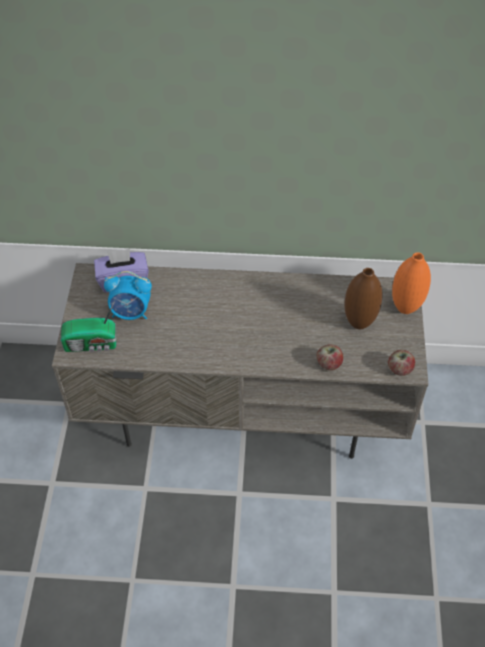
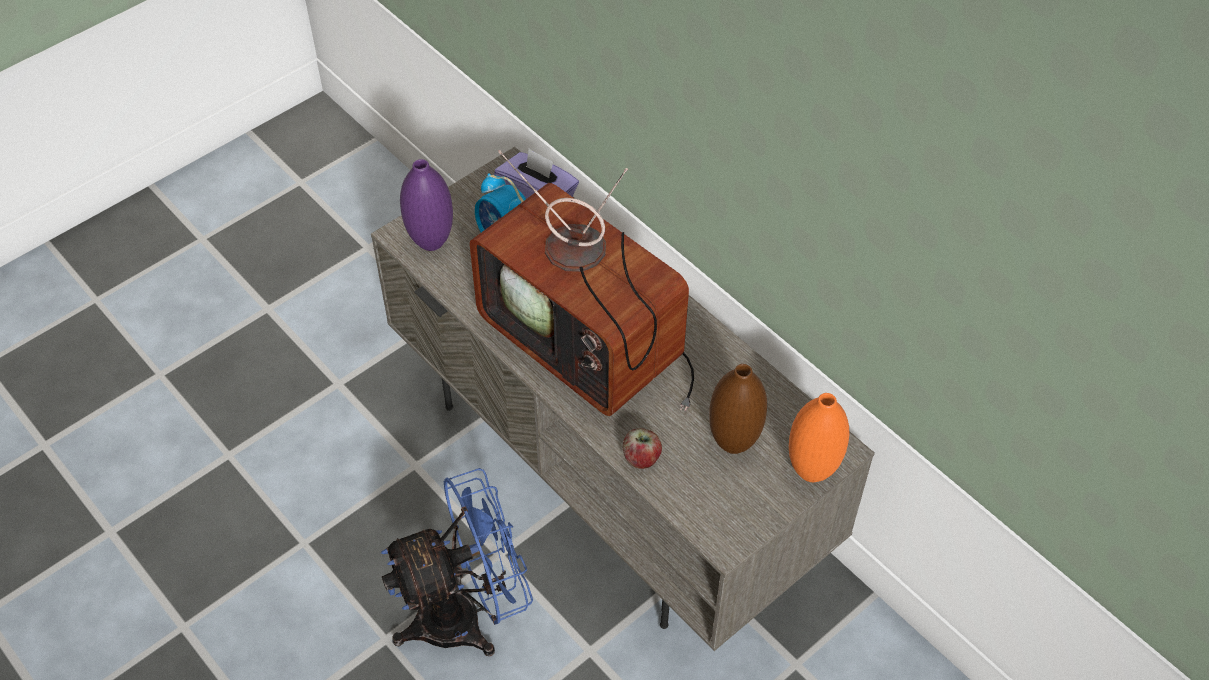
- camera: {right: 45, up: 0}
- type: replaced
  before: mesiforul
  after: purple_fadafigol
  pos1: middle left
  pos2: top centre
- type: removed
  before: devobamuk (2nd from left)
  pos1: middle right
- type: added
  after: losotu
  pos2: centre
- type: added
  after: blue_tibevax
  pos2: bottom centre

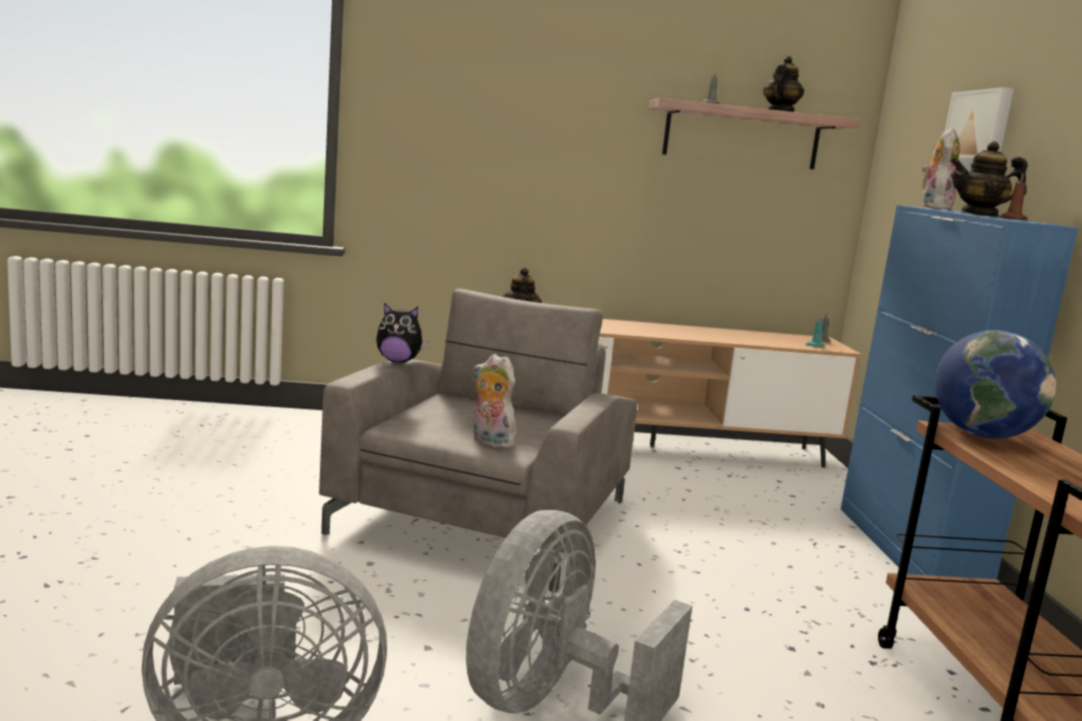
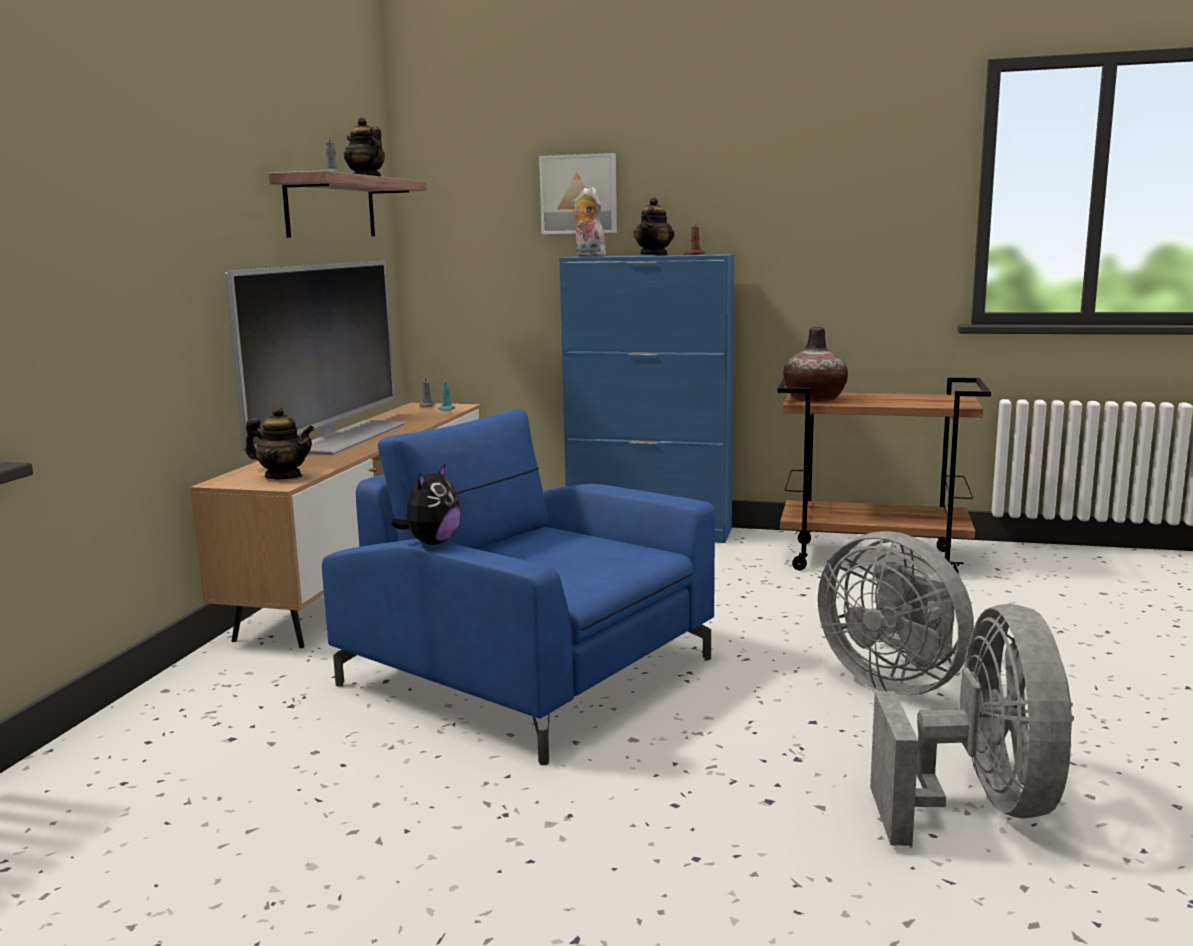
- camera: {right: -70, up: 0}
- type: recoloured
  before: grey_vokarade
  after: blue_vokarade
  pos1: centre
  pos2: centre
- type: replaced
  before: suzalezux
  after: fadafigol
  pos1: middle right
  pos2: middle right
- type: removed
  before: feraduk (2nd from left)
  pos1: centre
- type: added
  after: losotu
  pos2: middle left

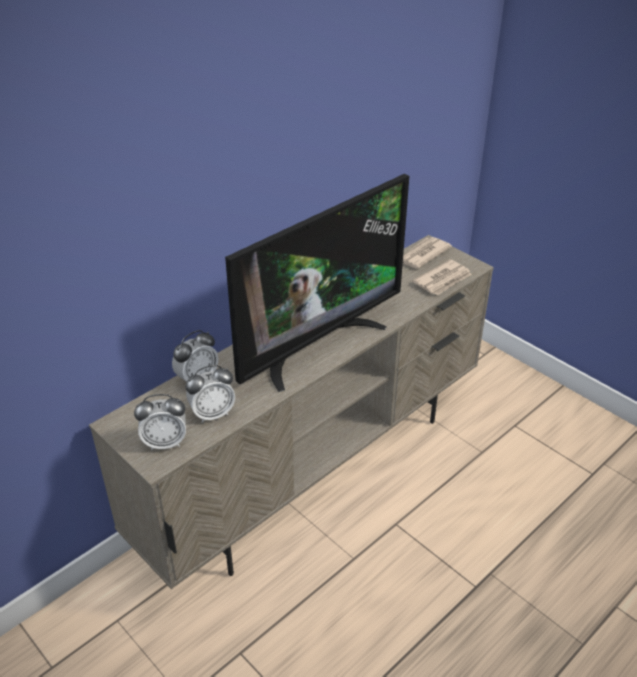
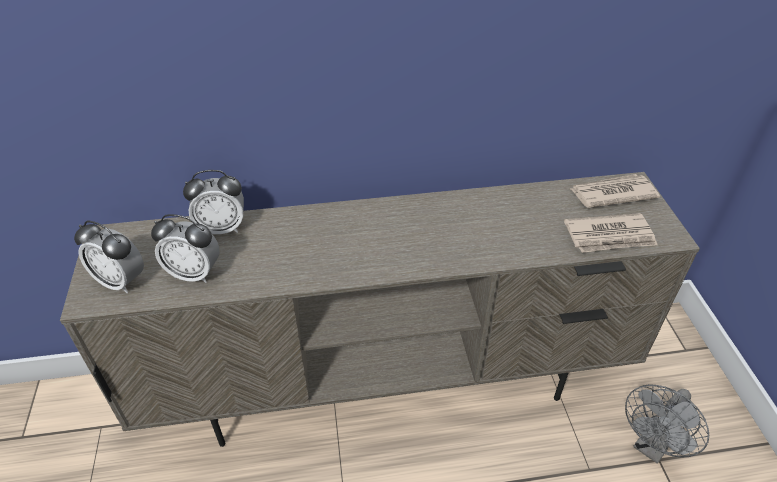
- camera: {right: 35, up: 5}
- type: removed
  before: losotu
  pos1: centre
- type: added
  after: grey_tibevax
  pos2: bottom right

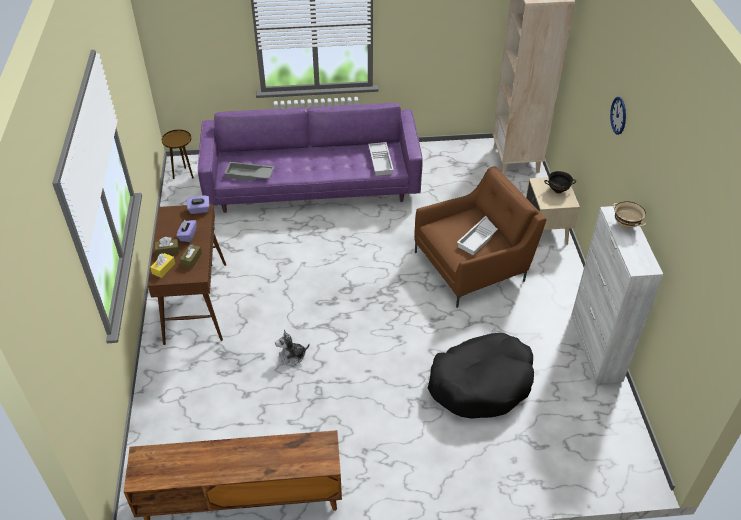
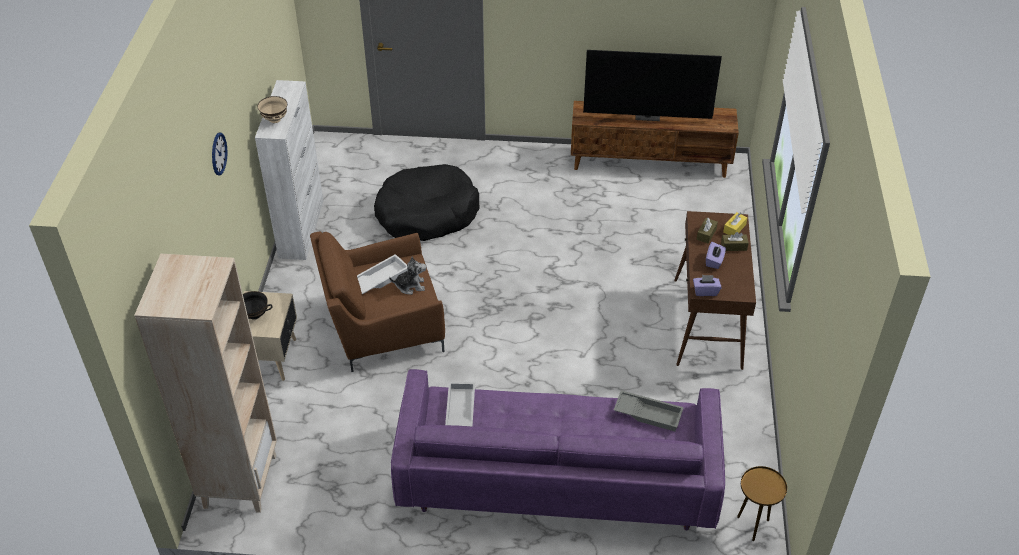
- camera: {right: -170, up: 0}
- type: moved
  before: feraduk
  pos1: bottom centre
  pos2: centre
- type: added
  after: losotu
  pos2: top centre

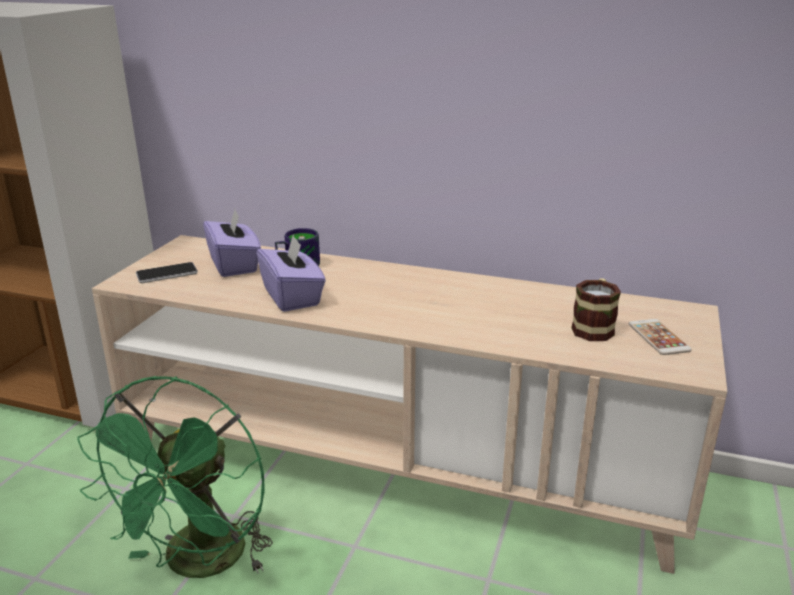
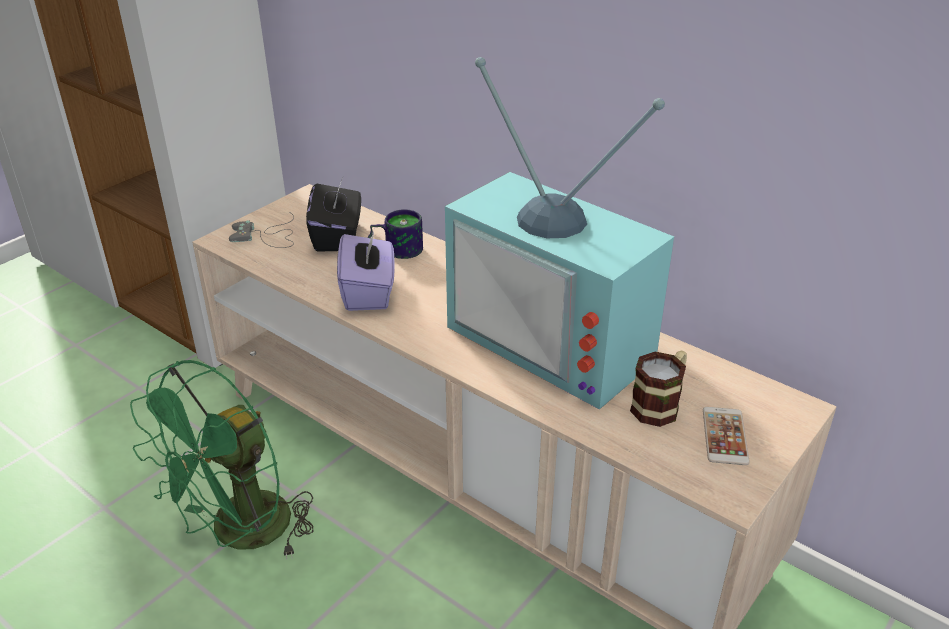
- camera: {right: 20, up: 10}
- type: recoloured
  before: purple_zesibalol (1st from left)
  after: black_zesibalol
  pos1: middle left
  pos2: centre
- type: replaced
  before: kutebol (1st from left)
  after: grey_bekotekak
  pos1: middle left
  pos2: middle left
- type: added
  after: losotu
  pos2: centre

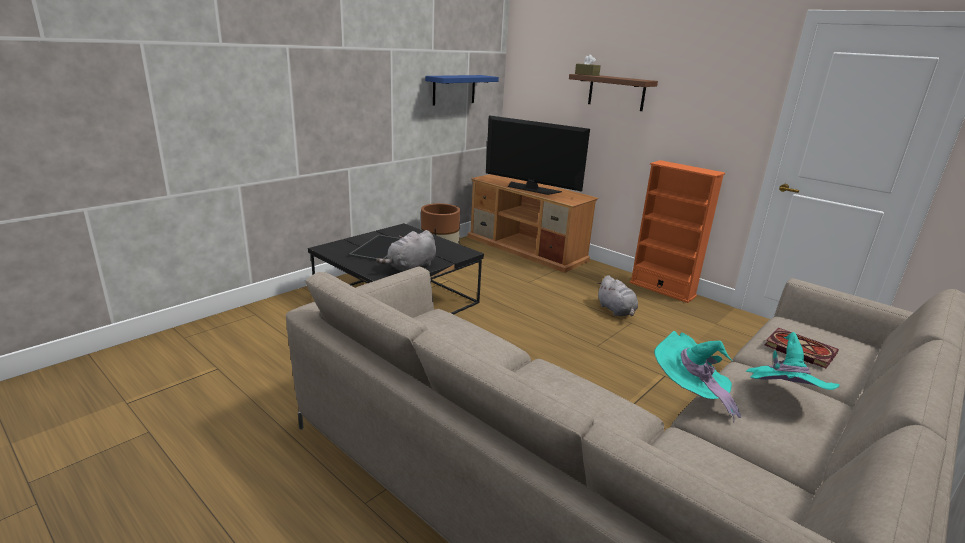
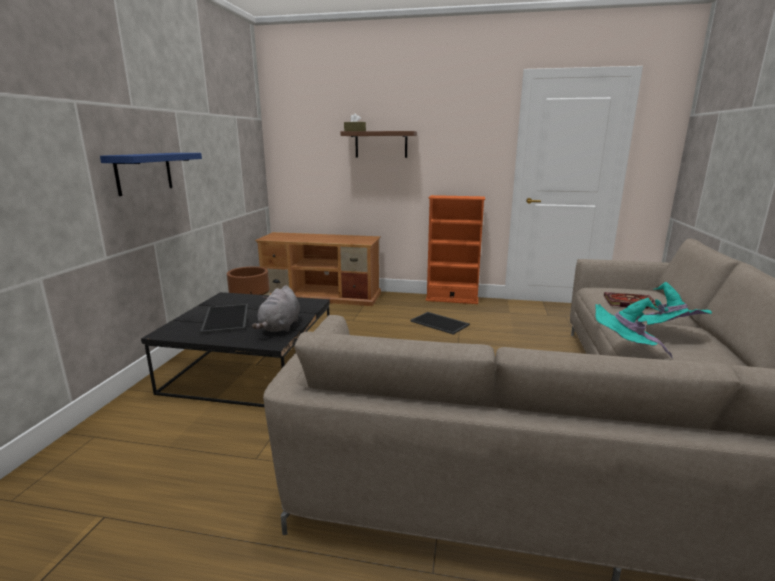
- camera: {right: -30, up: -5}
- type: moved
  before: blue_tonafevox
  pos1: top centre
  pos2: top left
- type: removed
  before: losotu
  pos1: top centre
- type: replaced
  before: grey_feraduk (2nd from left)
  after: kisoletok (2nd from left)
  pos1: centre
  pos2: centre

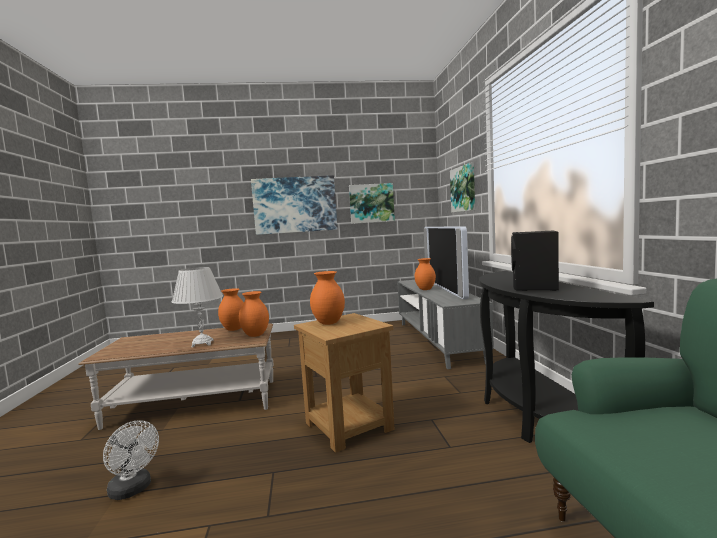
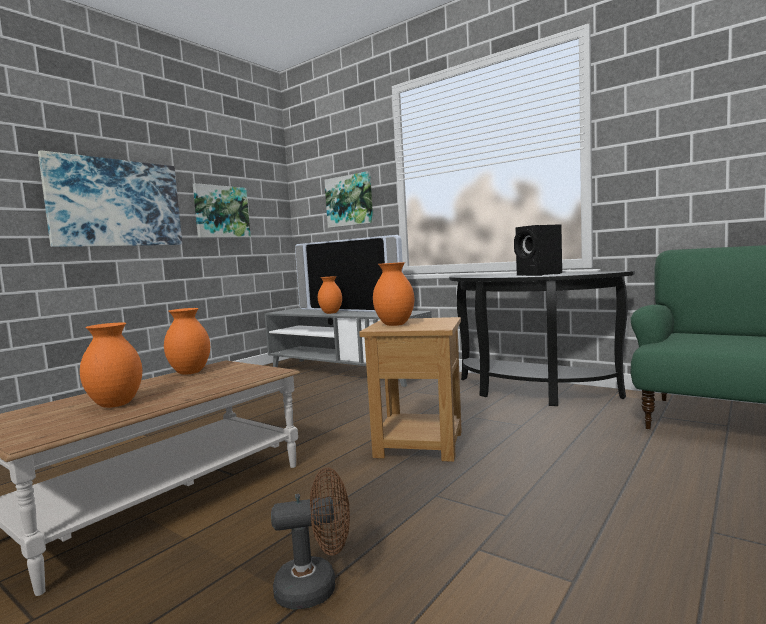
- camera: {right: -45, up: 0}
- type: removed
  before: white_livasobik
  pos1: middle left
- type: moved
  before: orange_fadafigol (2nd from left in the first image)
  after: orange_fadafigol (1st from left)
  pos1: centre
  pos2: middle left
- type: recoloured
  before: white_tibevax
  after: brown_tibevax
  pos1: bottom left
  pos2: bottom centre

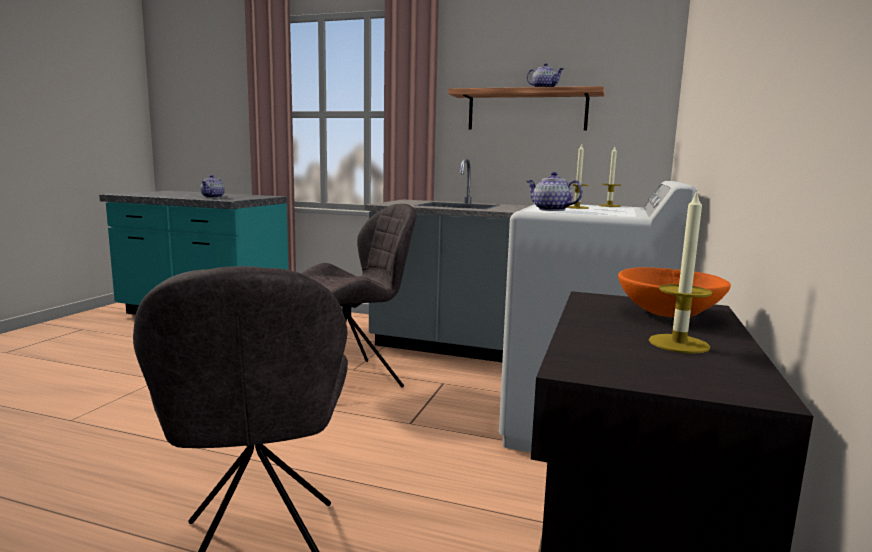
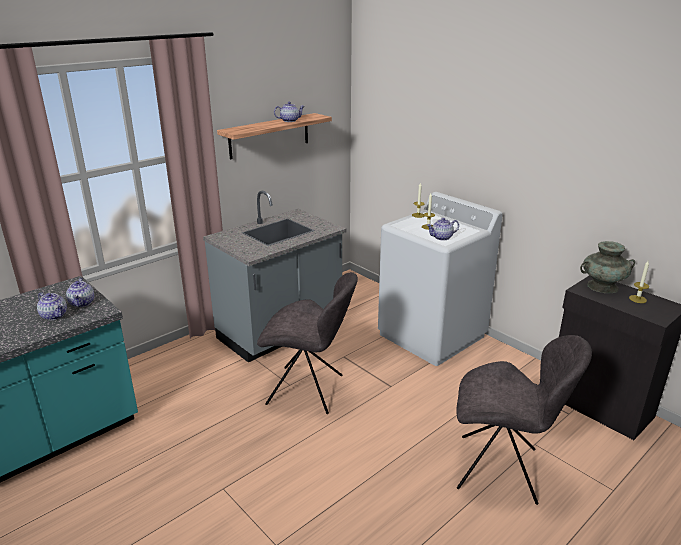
- camera: {right: -60, up: 15}
- type: turned
  before: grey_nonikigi (2nd from left in the first image)
  pos1: centre
  pos2: centre
  turn: 105
- type: replaced
  before: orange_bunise
  after: turquoise_fadafigol
  pos1: middle right
  pos2: middle right
- type: added
  after: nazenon (2nd from left)
  pos2: middle left

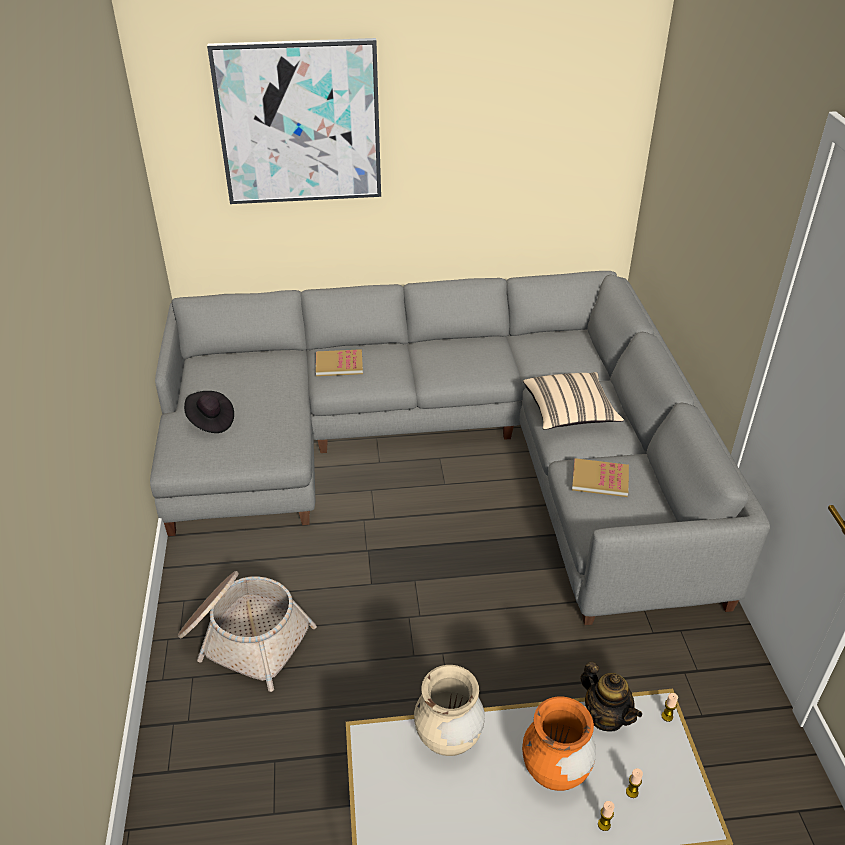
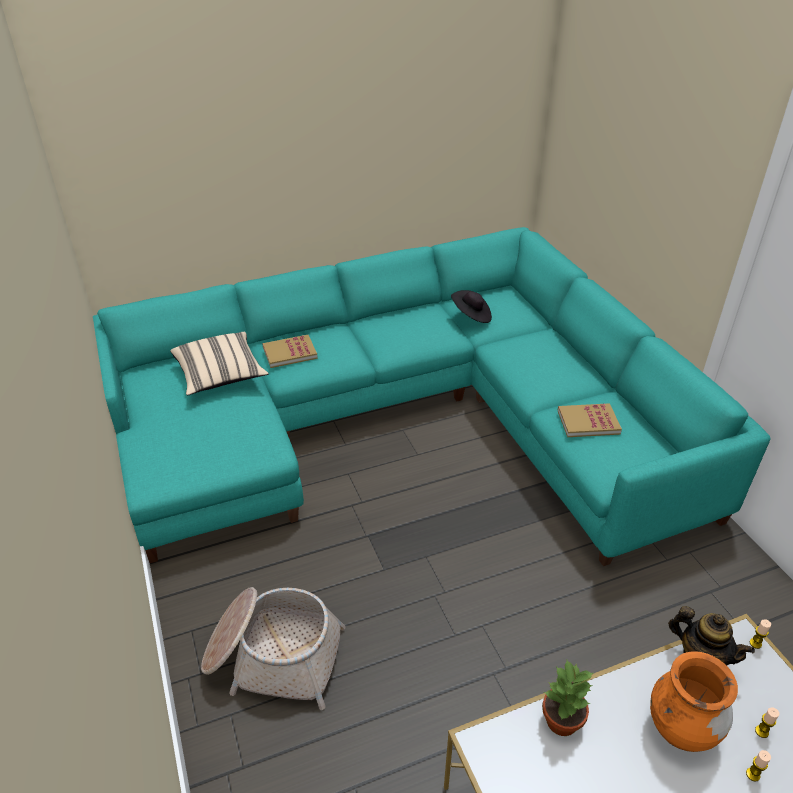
- camera: {right: -15, up: 0}
- type: removed
  before: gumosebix
  pos1: top centre
- type: recoloured
  before: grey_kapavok
  after: turquoise_kapavok
  pos1: centre
  pos2: centre
- type: moved
  before: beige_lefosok
  pos1: middle right
  pos2: middle left
- type: moved
  before: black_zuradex
  pos1: middle left
  pos2: centre
- type: replaced
  before: beige_fadafigol
  after: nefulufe
  pos1: bottom centre
  pos2: bottom right

